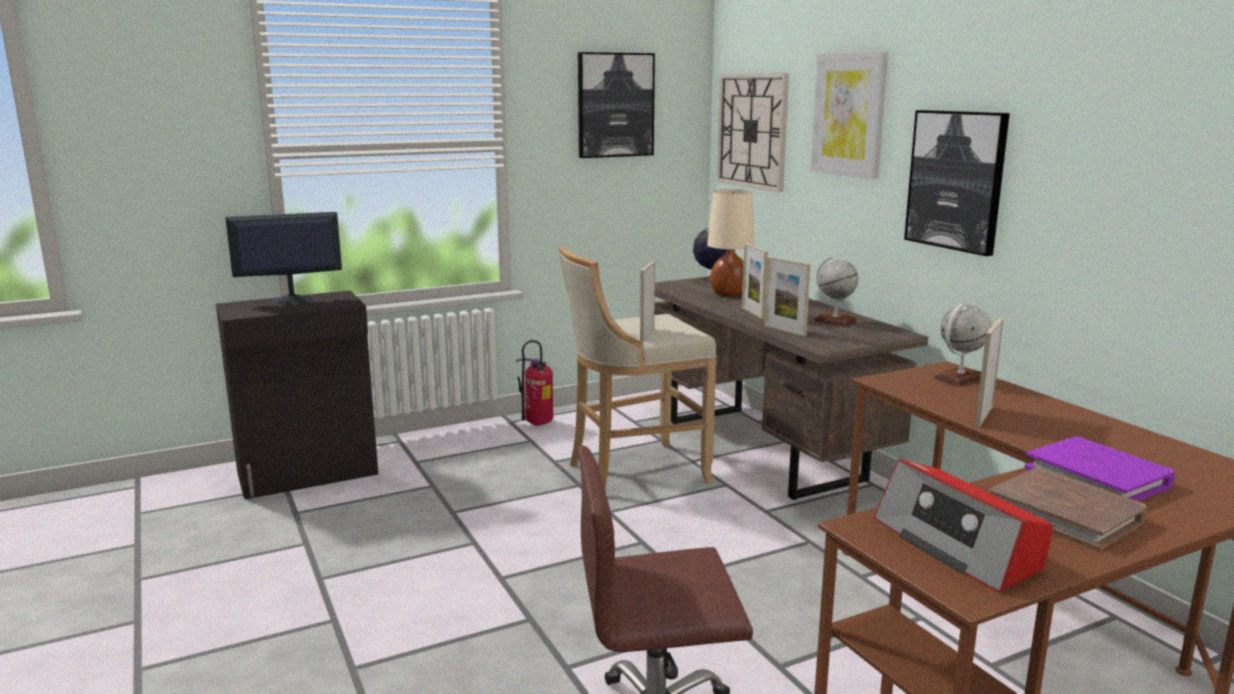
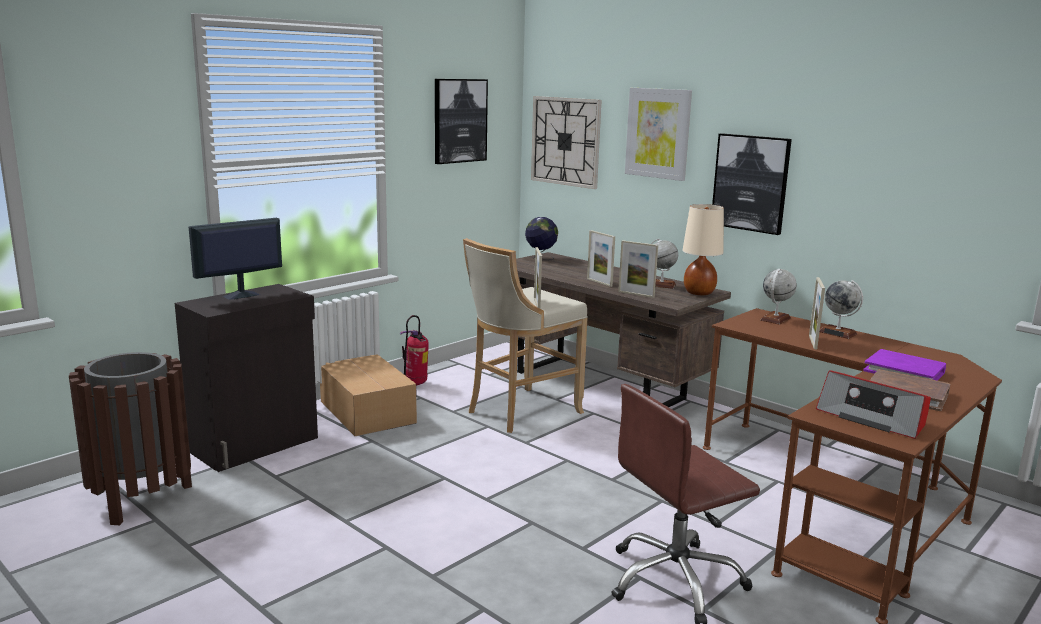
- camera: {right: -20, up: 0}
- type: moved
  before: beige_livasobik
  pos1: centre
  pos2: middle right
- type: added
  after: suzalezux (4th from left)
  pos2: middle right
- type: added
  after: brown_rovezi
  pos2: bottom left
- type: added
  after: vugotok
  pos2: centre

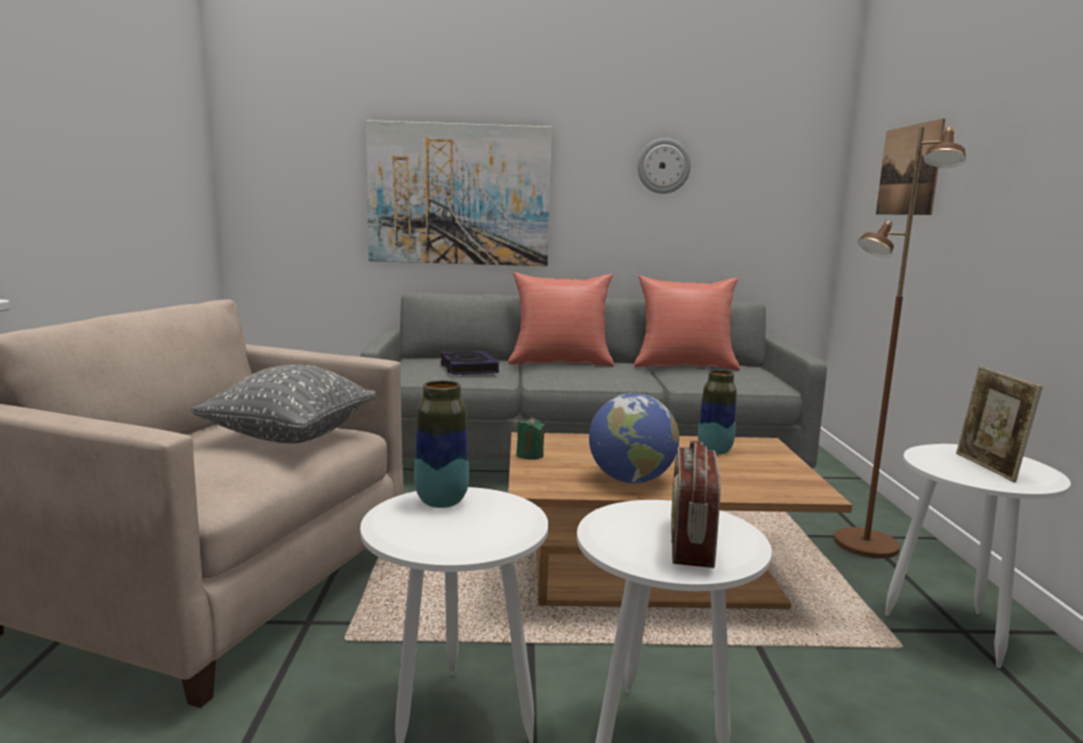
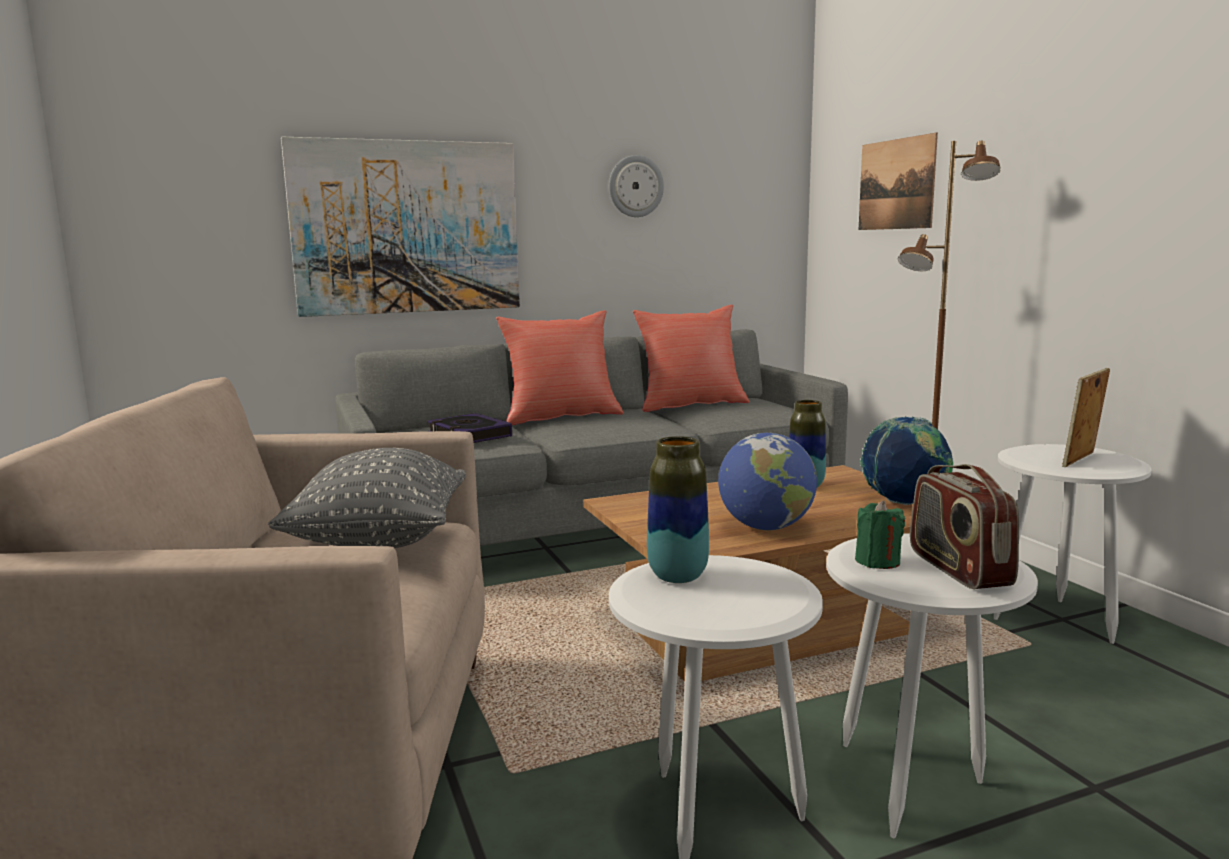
- camera: {right: -20, up: 0}
- type: turned
  before: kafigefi
  pos1: middle right
  pos2: middle right
  turn: 75
- type: moved
  before: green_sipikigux
  pos1: centre
  pos2: middle right
- type: added
  after: suzalezux (2nd from left)
  pos2: middle right

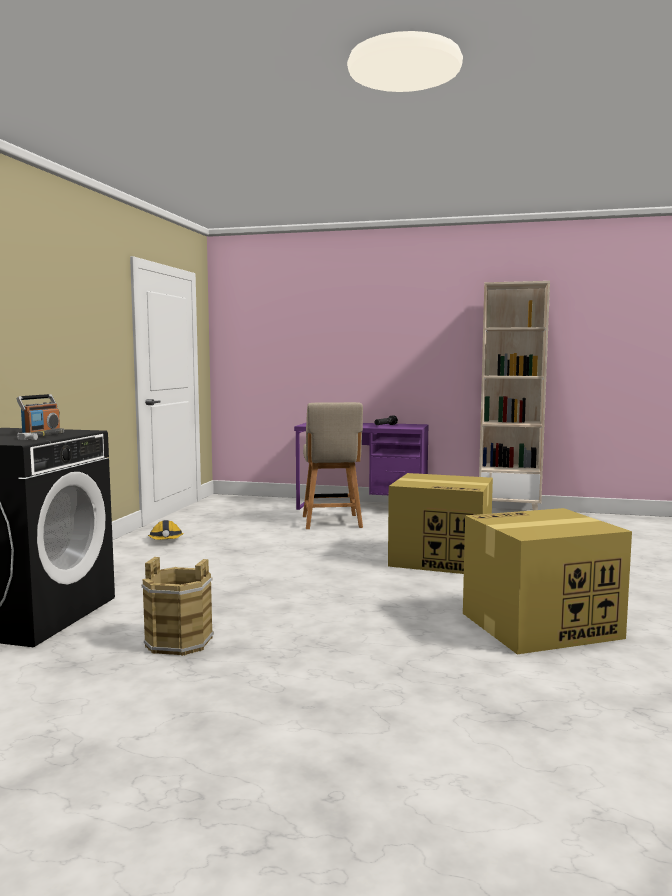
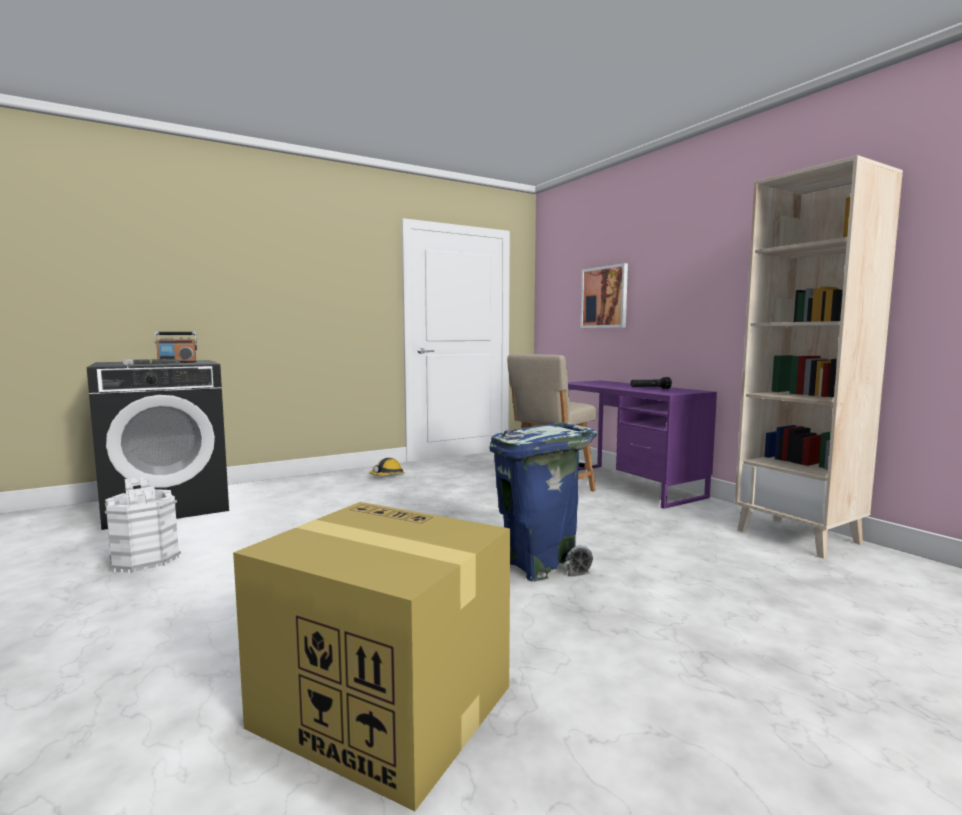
- camera: {right: 45, up: 0}
- type: replaced
  before: vugotok (1st from left)
  after: blue_rovezi
  pos1: centre
  pos2: centre
- type: recoloured
  before: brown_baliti
  after: white_baliti
  pos1: bottom left
  pos2: middle left
- type: added
  after: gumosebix
  pos2: centre

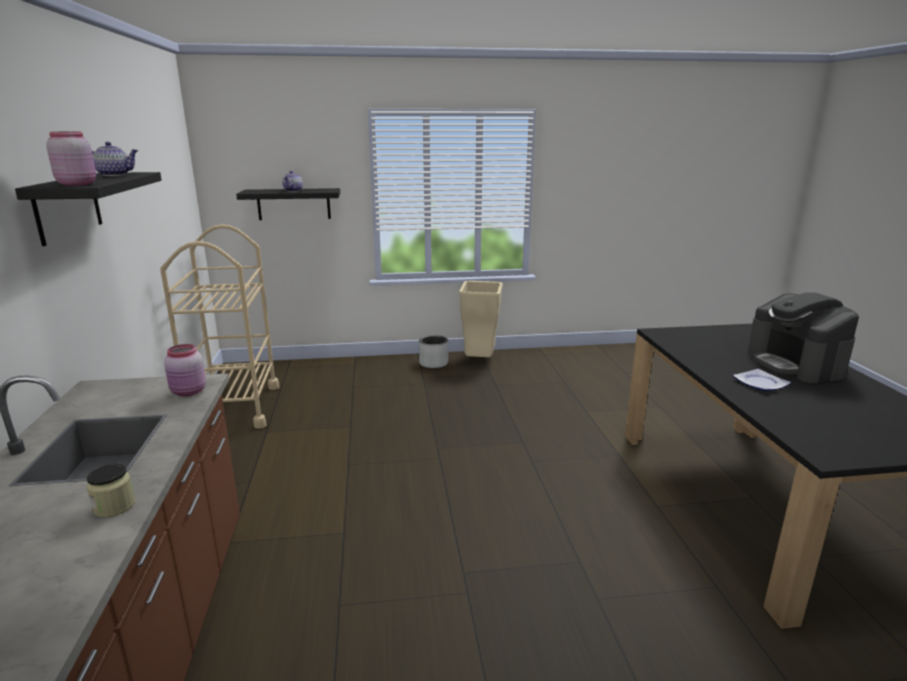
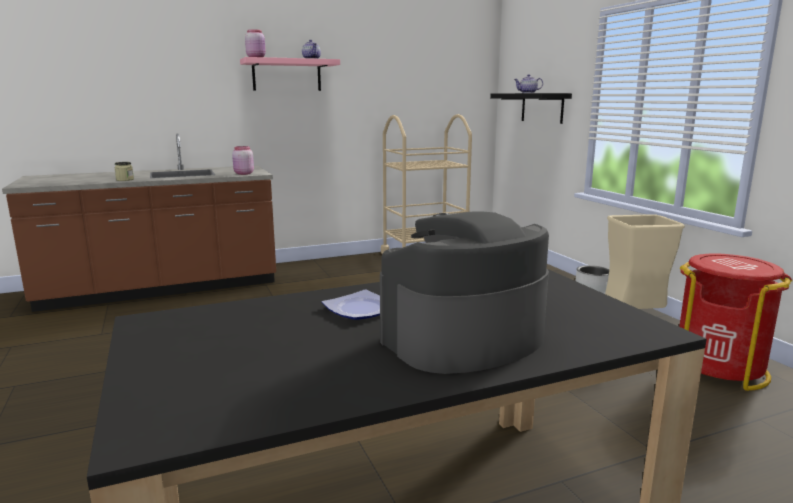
- camera: {right: 75, up: -5}
- type: recoloured
  before: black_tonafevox (1st from left)
  after: pink_tonafevox
  pos1: top left
  pos2: top centre
- type: added
  after: red_rovezi
  pos2: middle right

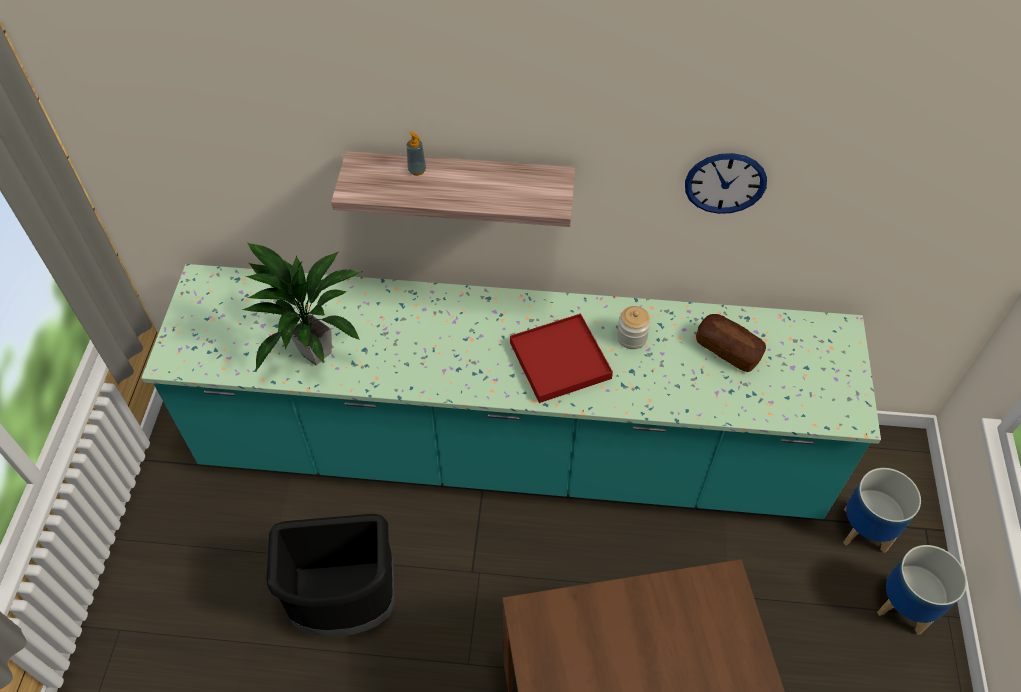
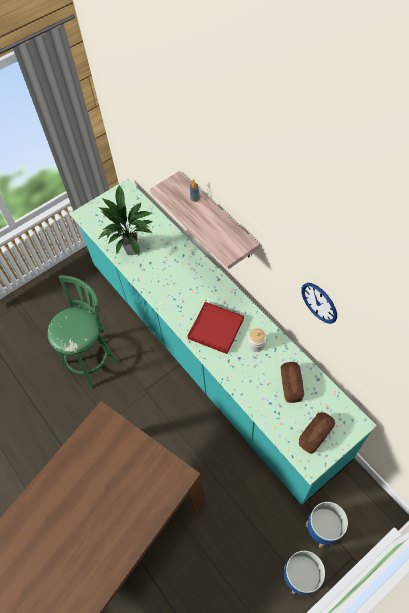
- camera: {right: 50, up: 5}
- type: replaced
  before: black_rovezi
  after: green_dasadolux
  pos1: bottom left
  pos2: middle left
- type: added
  after: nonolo (2nd from left)
  pos2: bottom right

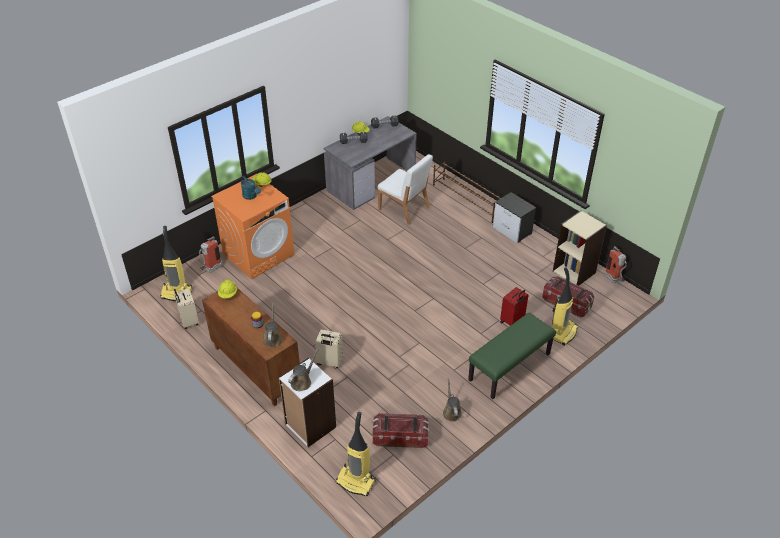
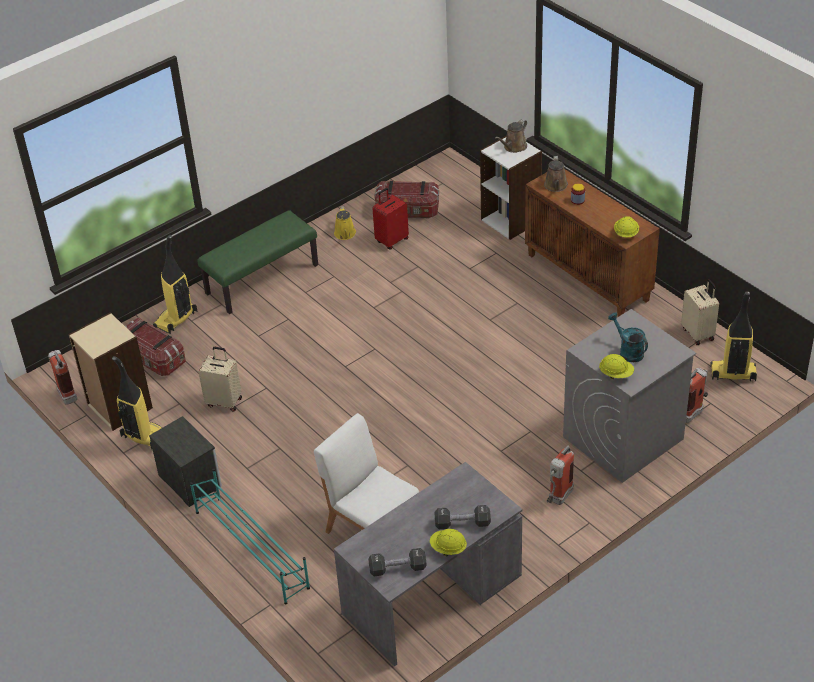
- camera: {right: -175, up: 0}
- type: recoloured
  before: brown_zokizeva
  after: turquoise_zokizeva
  pos1: centre
  pos2: bottom left
- type: recoloured
  before: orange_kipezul
  after: grey_kipezul
  pos1: middle left
  pos2: middle right
- type: moved
  before: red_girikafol
  pos1: centre
  pos2: top centre
- type: moved
  before: beige_girikafol (2nd from left in the first image)
  after: beige_girikafol (1st from left)
  pos1: centre
  pos2: middle left
- type: recoloured
  before: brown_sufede (3rd from left)
  after: yellow_sufede
  pos1: bottom centre
  pos2: top centre
- type: moved
  before: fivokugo (2nd from left in the first image)
  after: fivokugo (1st from left)
  pos1: bottom centre
  pos2: middle left
- type: added
  after: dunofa (2nd from left)
  pos2: bottom right

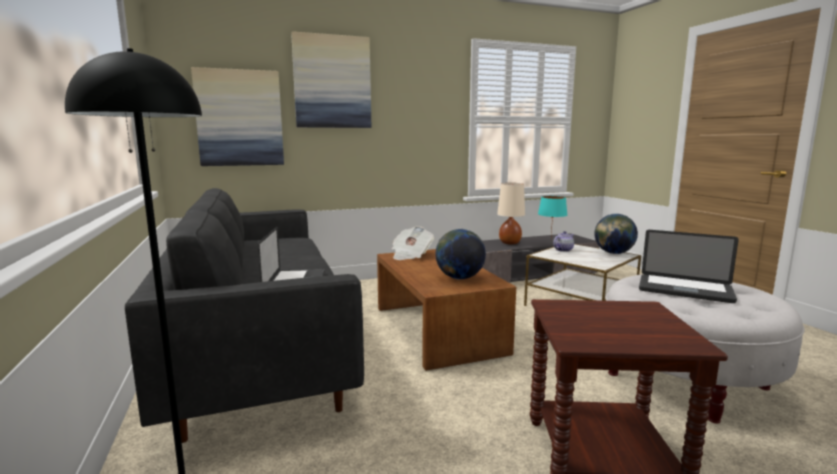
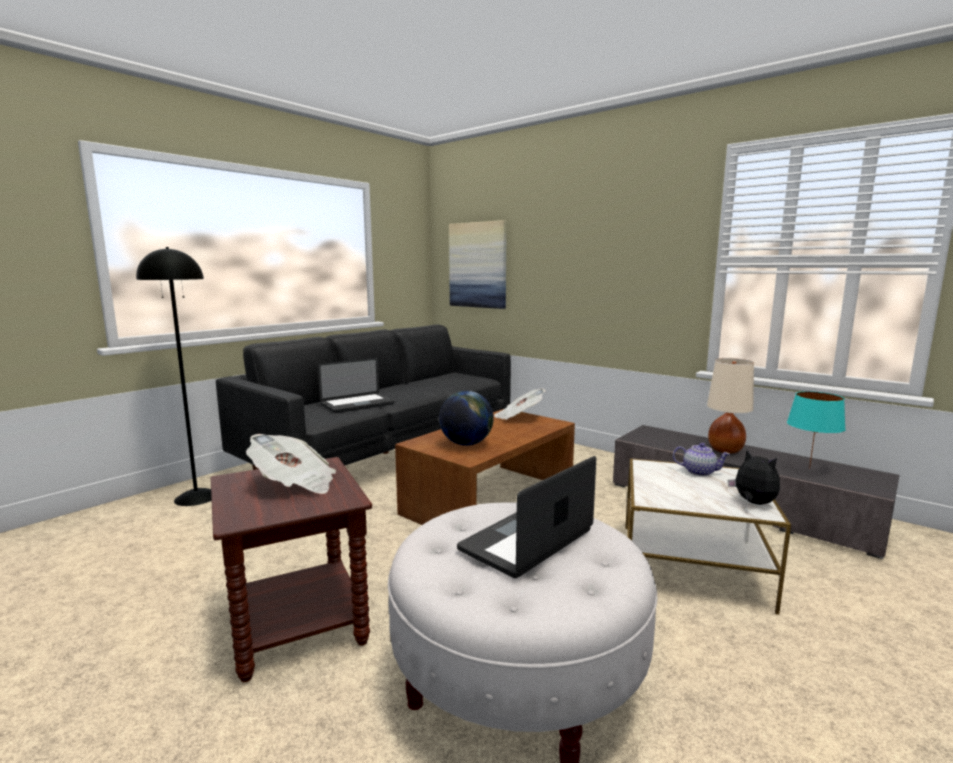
- camera: {right: 60, up: 0}
- type: removed
  before: gumosebix (2nd from left)
  pos1: top centre
- type: replaced
  before: suzalezux (2nd from left)
  after: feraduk
  pos1: middle right
  pos2: middle right
- type: turned
  before: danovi (2nd from left)
  pos1: middle right
  pos2: bottom centre
  turn: 45
- type: added
  after: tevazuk (1st from left)
  pos2: middle left

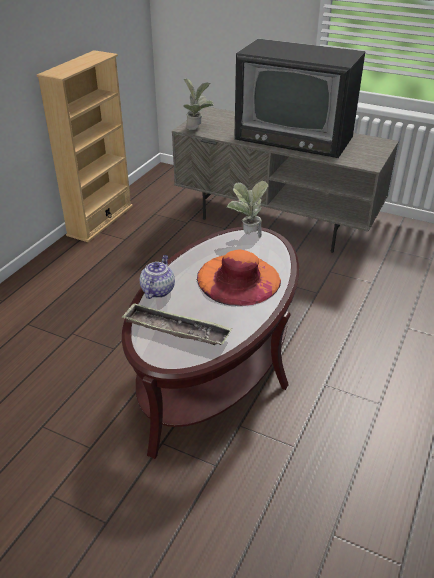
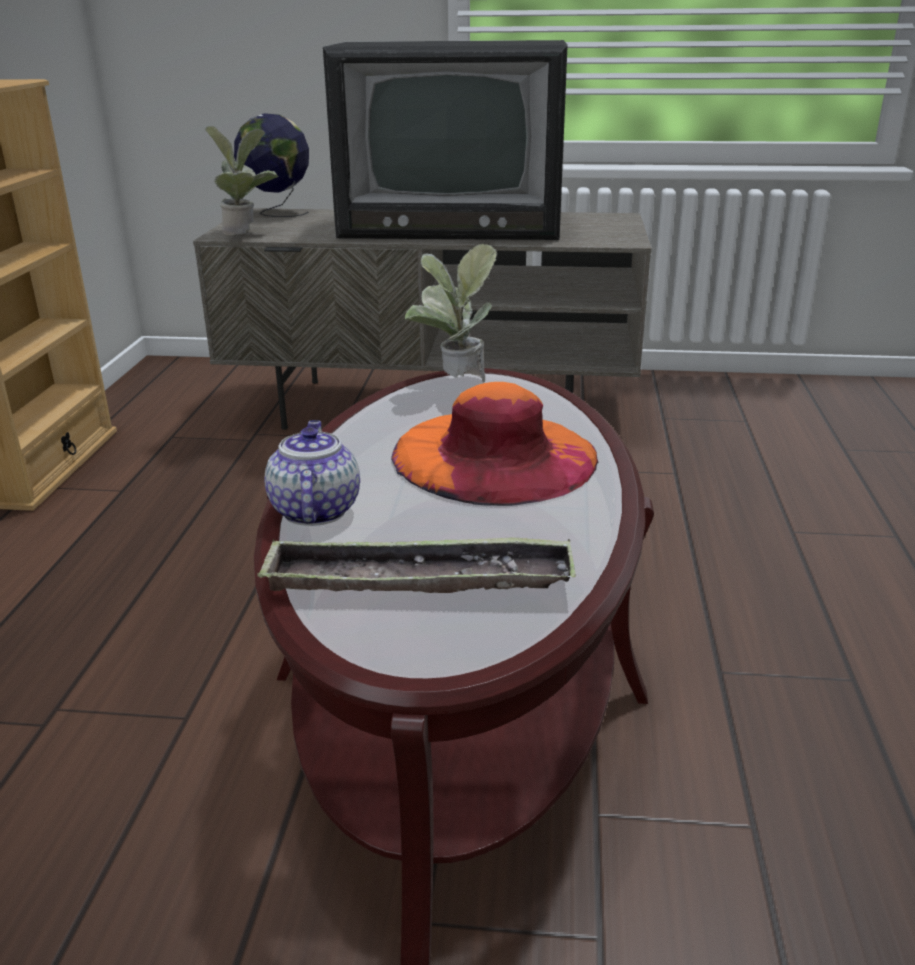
- camera: {right: -20, up: -10}
- type: added
  after: suzalezux
  pos2: top left

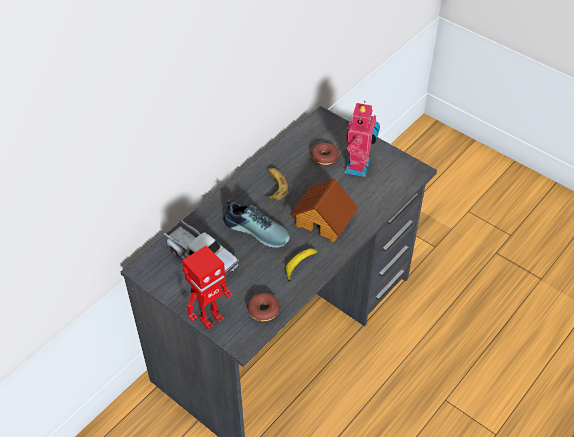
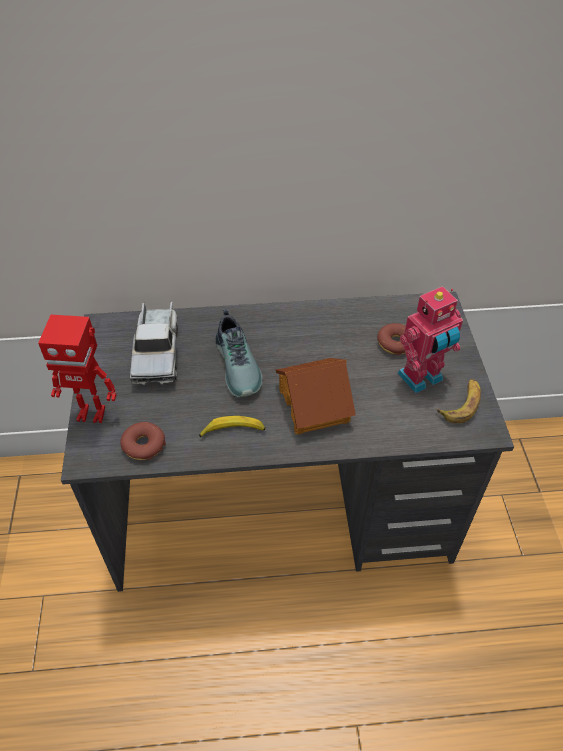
- camera: {right: 45, up: 0}
- type: moved
  before: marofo (1st from left in the first image)
  after: marofo (2nd from left)
  pos1: centre
  pos2: middle right

